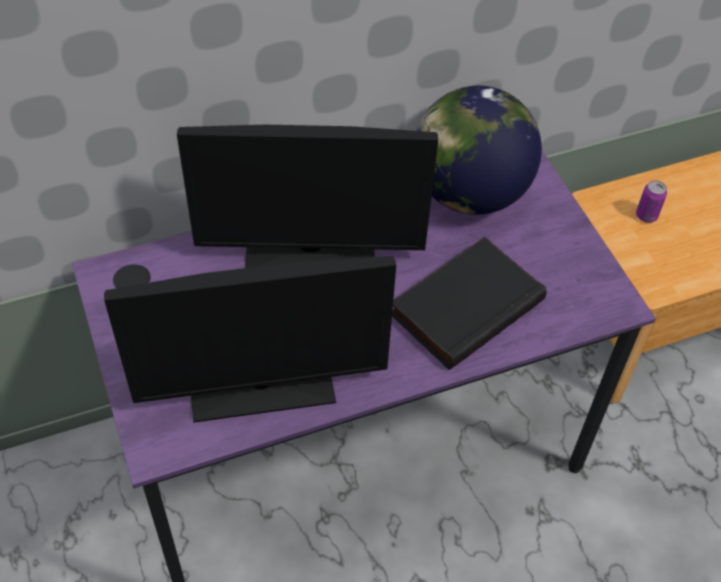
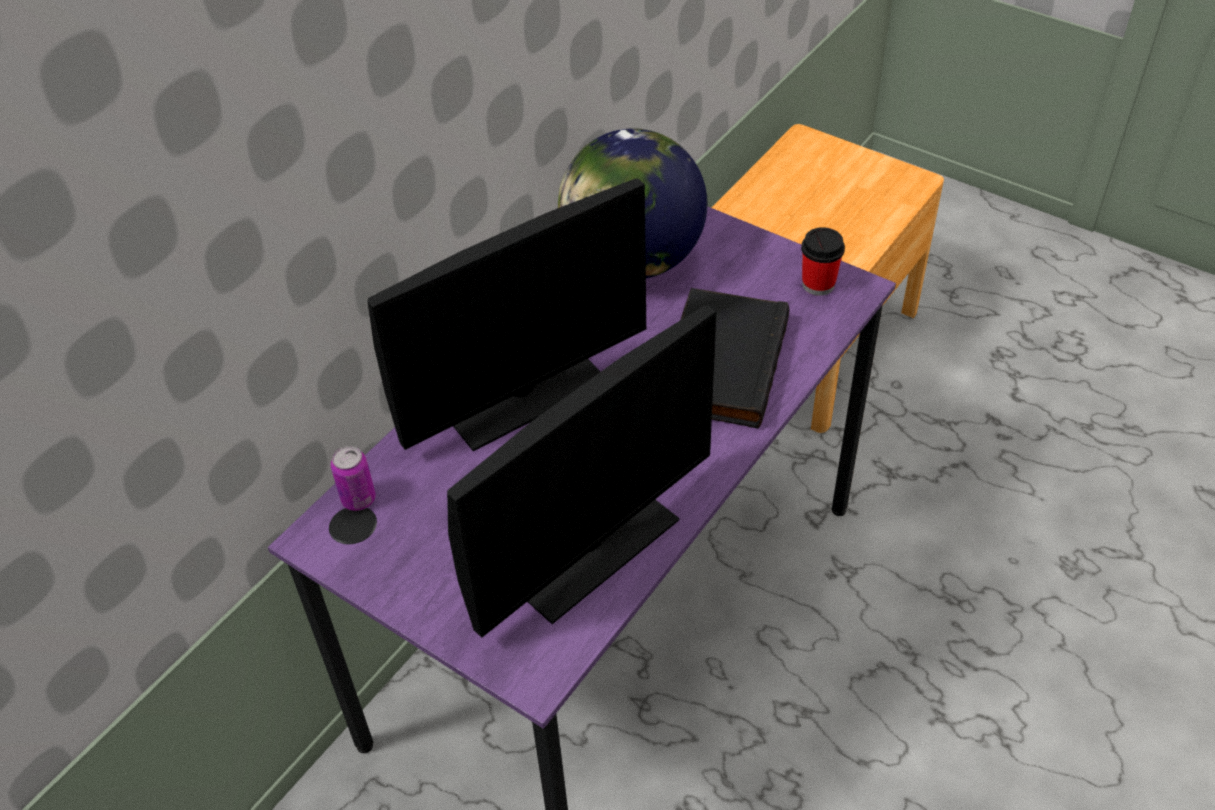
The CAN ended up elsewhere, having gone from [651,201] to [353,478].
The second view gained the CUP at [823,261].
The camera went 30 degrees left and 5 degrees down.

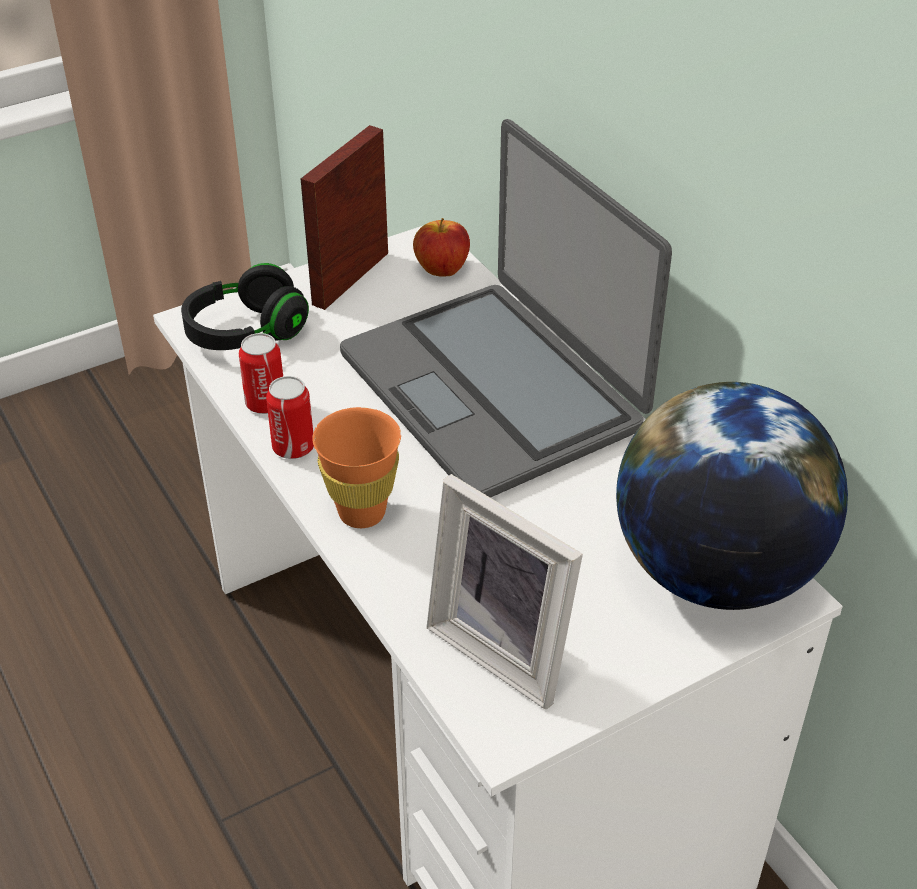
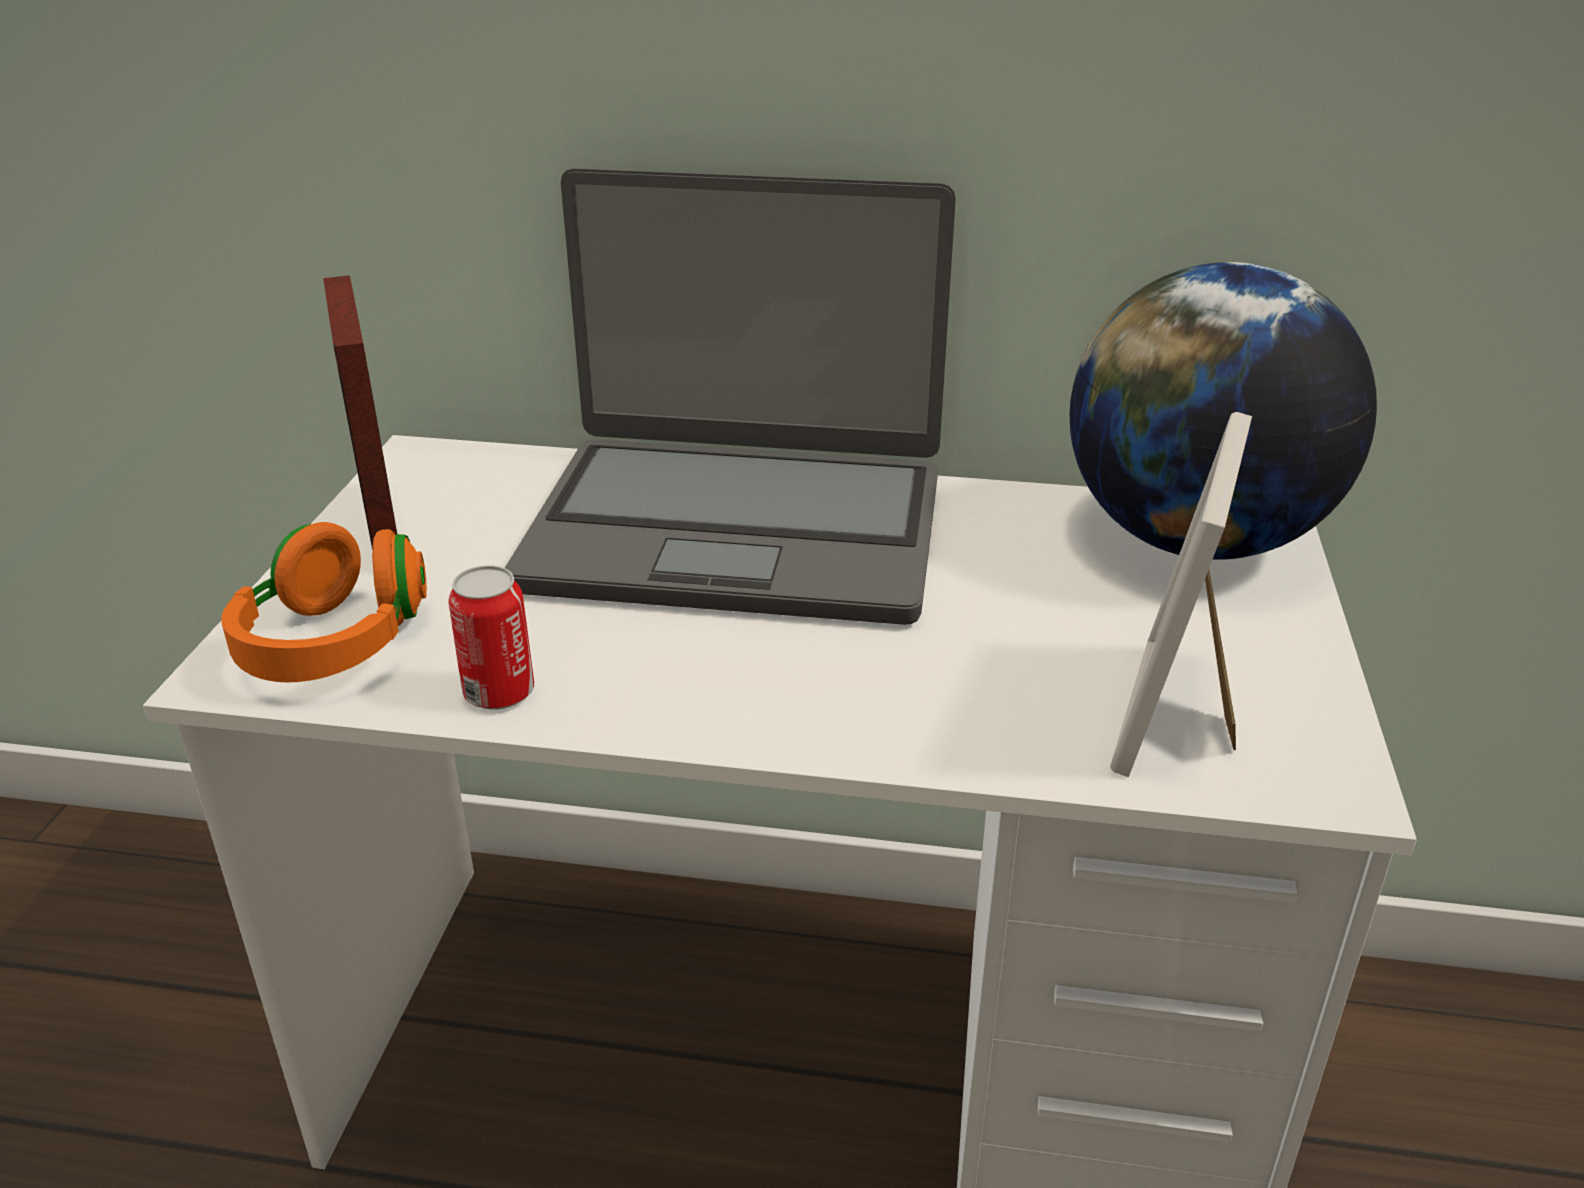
What was the BLACK HEADPHONES at [245,306] turned into the ORANGE HEADPHONES at [324,602].
The second view lost the CAN at [290,417].
The second view lost the ORANGE CUP at [356,467].
The second view lost the APPLE at [441,247].
The PICTURE FRAME at [504,591] ended up facing another way, 120 degrees clockwise from before.
The camera went 50 degrees left and 10 degrees down.

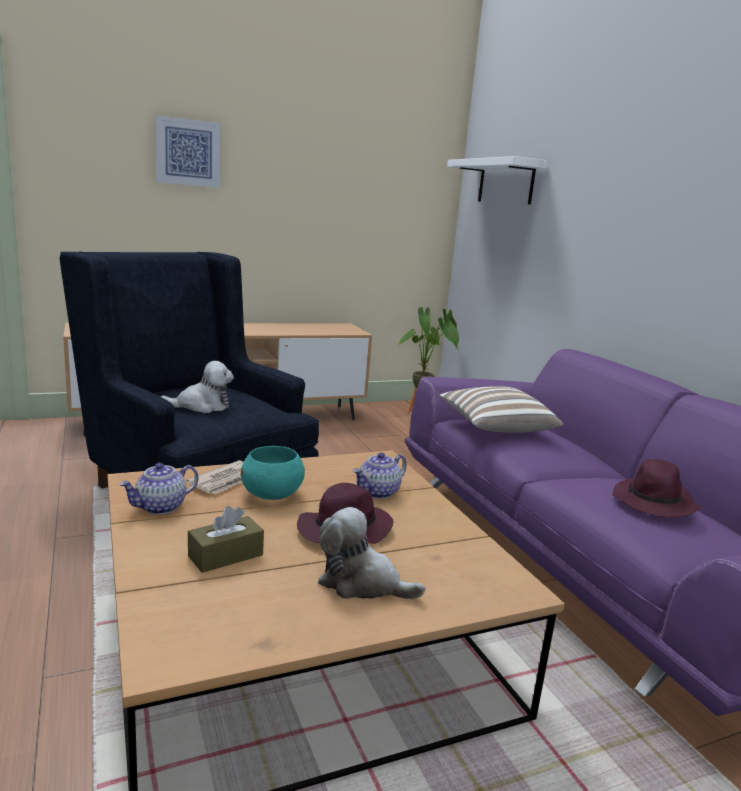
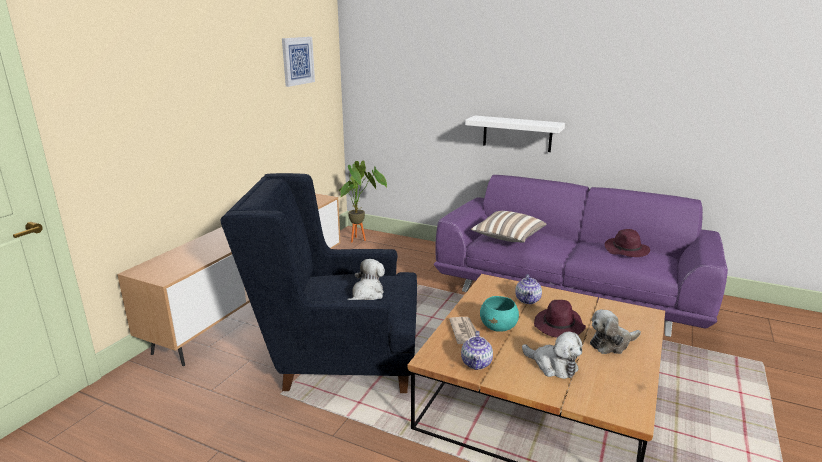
The PICTURE ended up elsewhere, having gone from [188,151] to [298,62].
Where the BROWN TISSUE BOX stood at [226,539], the PLUSH TOY came to stand at [552,355].
The WHITE SHELF ended up elsewhere, having gone from [497,180] to [515,134].
The camera went 40 degrees left and 5 degrees up.

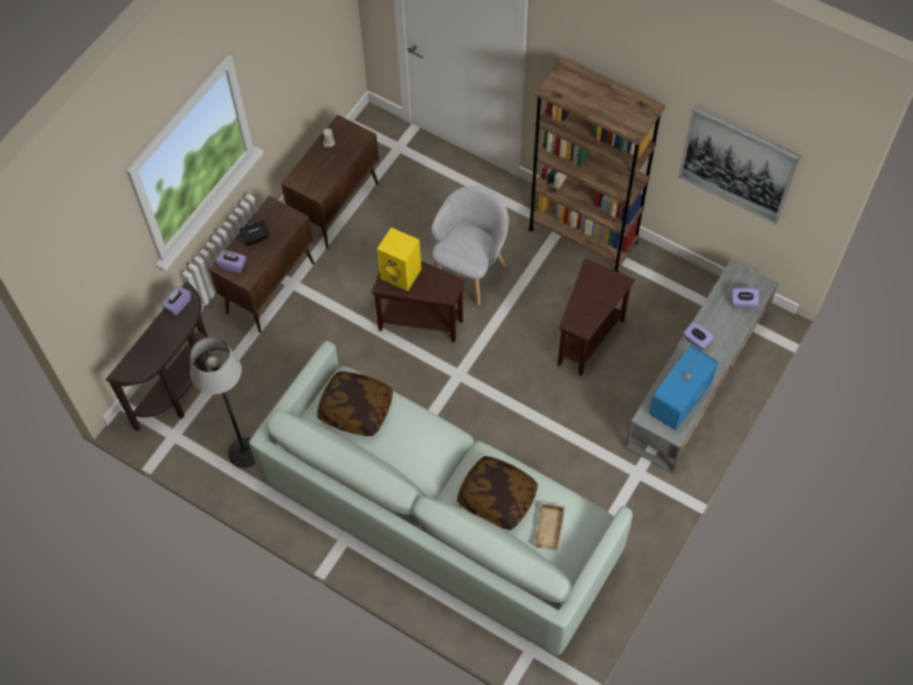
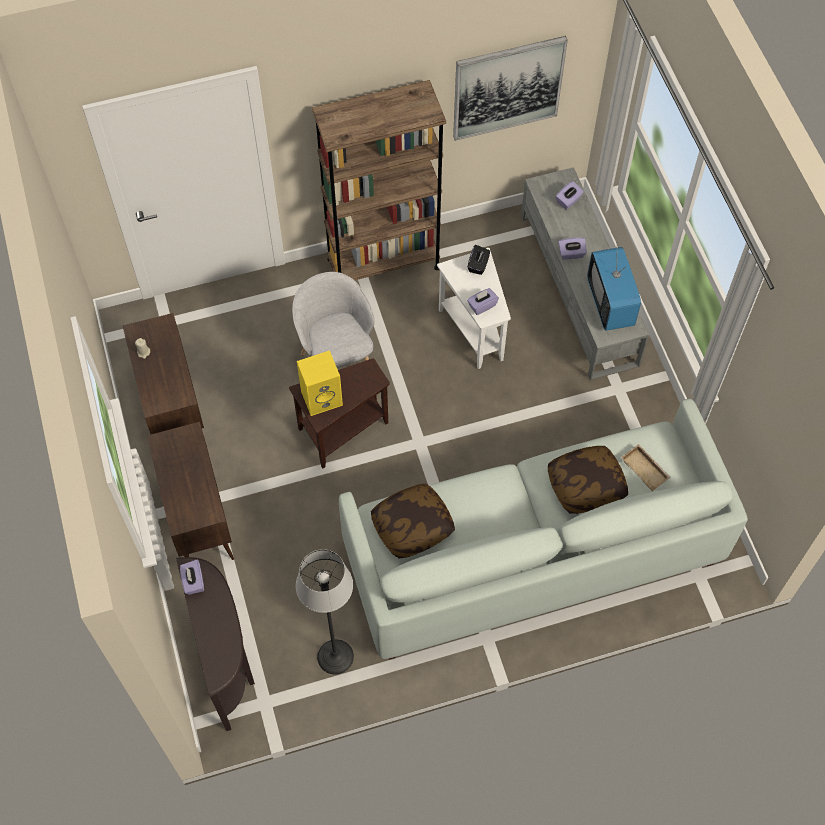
The PURPLE TISSUE BOX ended up elsewhere, having gone from [231,261] to [483,301].
The BLACK TISSUE BOX ended up elsewhere, having gone from [254,233] to [479,260].
What was the BROWN SIDE TABLE at [596,317] turned into the WHITE SIDE TABLE at [474,308].
The camera went 50 degrees left and 0 degrees up.

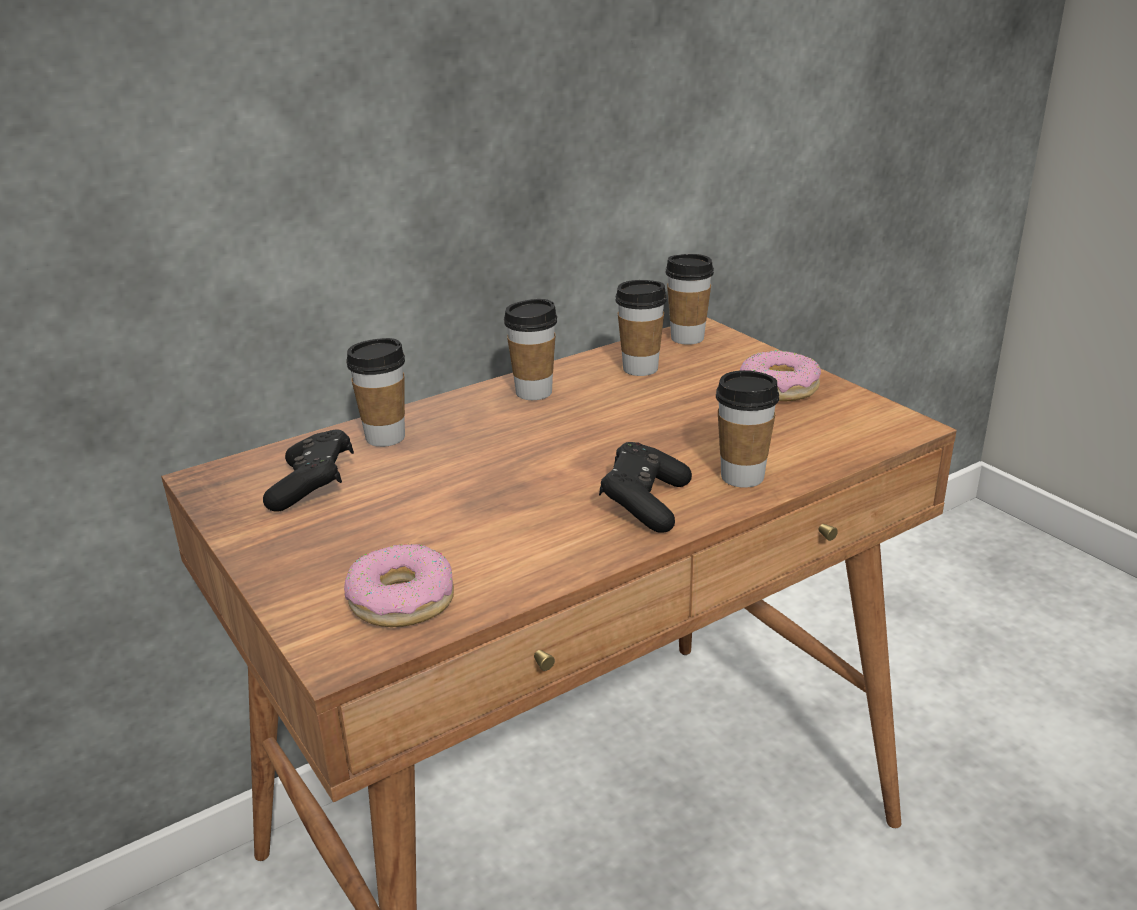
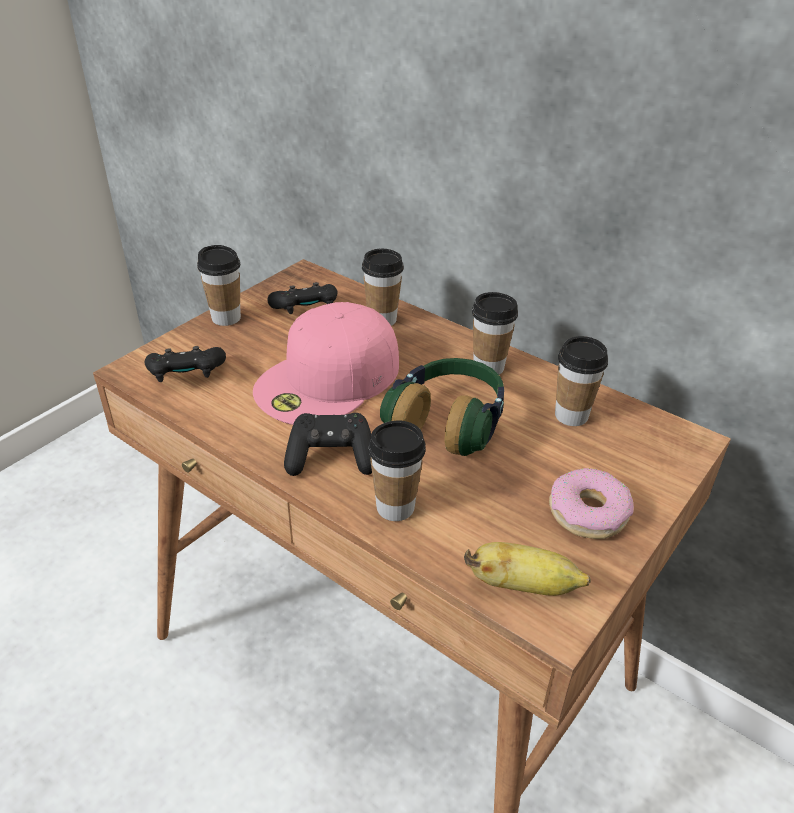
Where the DONUT stood at [399,585], the BLACK GAME CONTROLLER came to stand at [185,364].
The CUP ended up elsewhere, having gone from [689,299] to [219,285].
The second view gained the PINK CAP at [326,363].
The second view gained the HEADPHONES at [442,407].
The second view gained the BANANA at [527,569].
The camera went 70 degrees right and 10 degrees up.

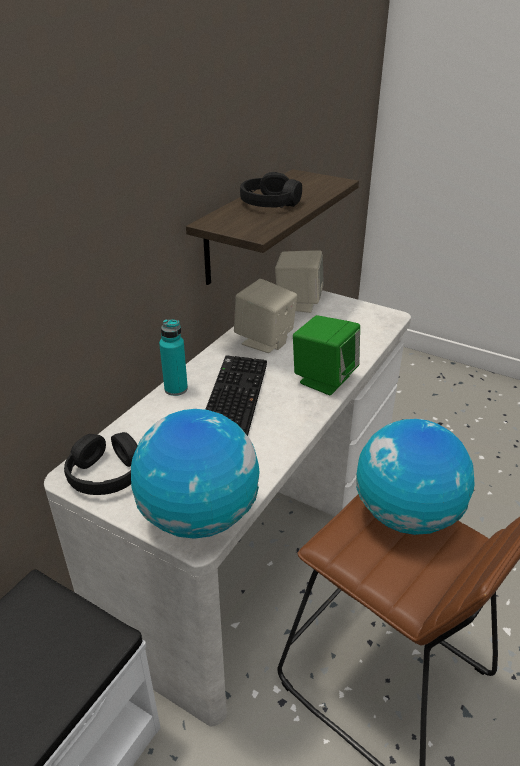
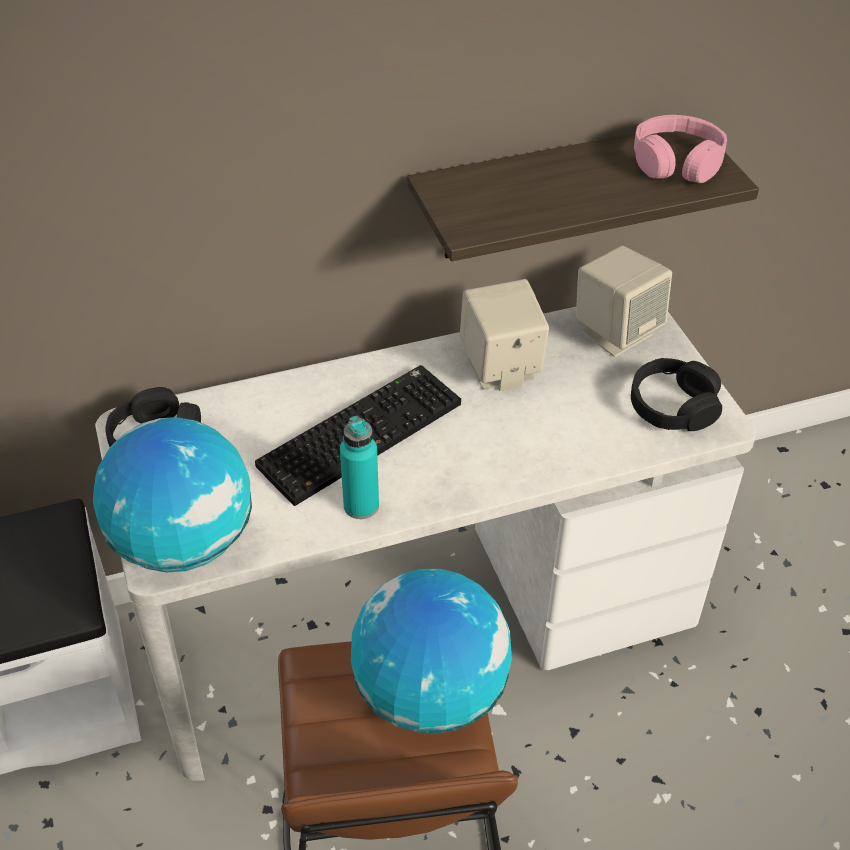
The TURQUOISE BOTTLE ended up elsewhere, having gone from [173,357] to [359,467].
The BLACK HEADPHONES ended up elsewhere, having gone from [271,190] to [676,394].
The second view lost the GREEN SPEAKER at [326,355].
The second view gained the PINK HEADPHONES at [680,149].
The camera went 40 degrees right and 10 degrees up.

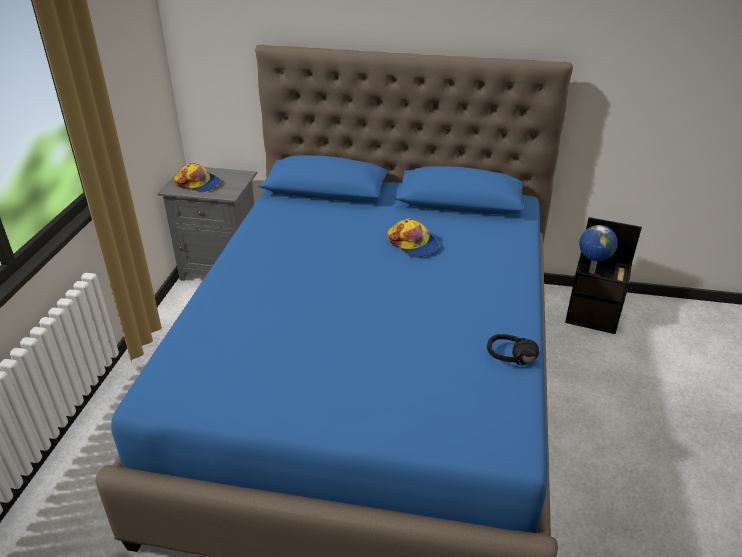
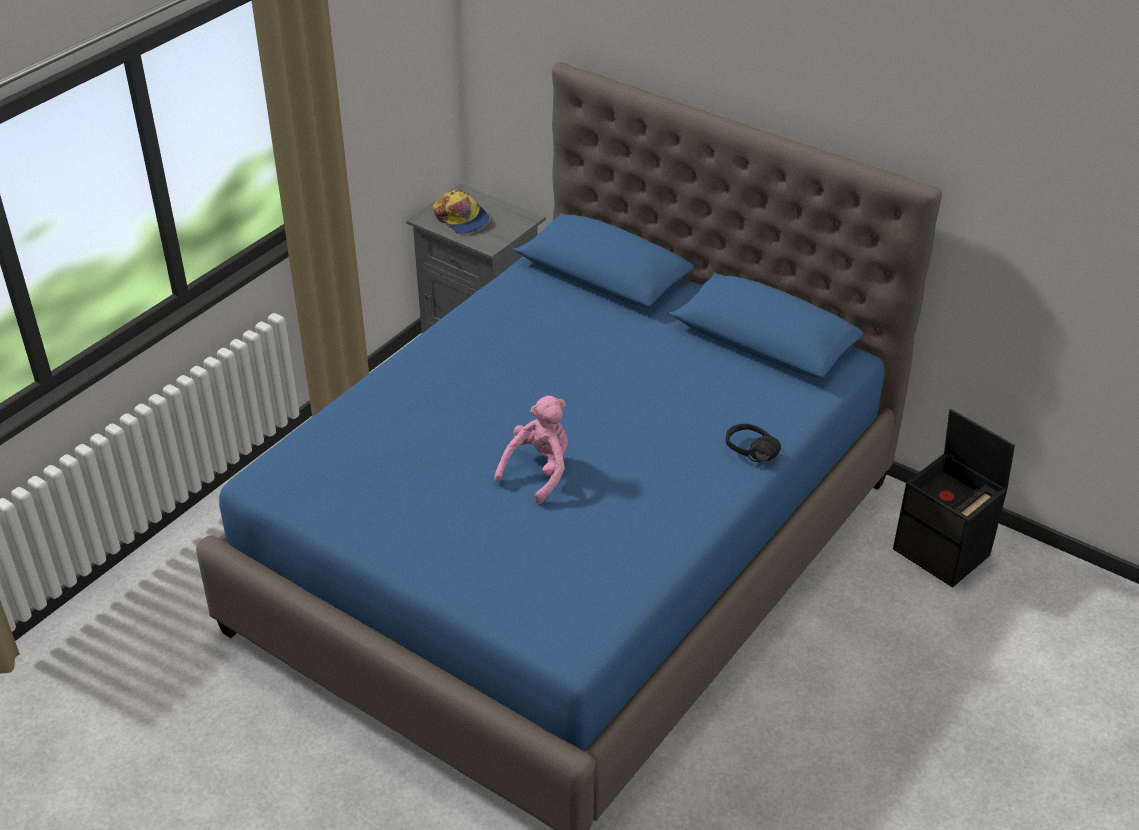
The second view lost the CAP at [413,238].
The BLACK HEADPHONES ended up elsewhere, having gone from [513,349] to [753,443].
The second view lost the GLOBE at [599,249].
The second view gained the PINK PLUSH TOY at [531,450].
The camera went 25 degrees right and 5 degrees up.

